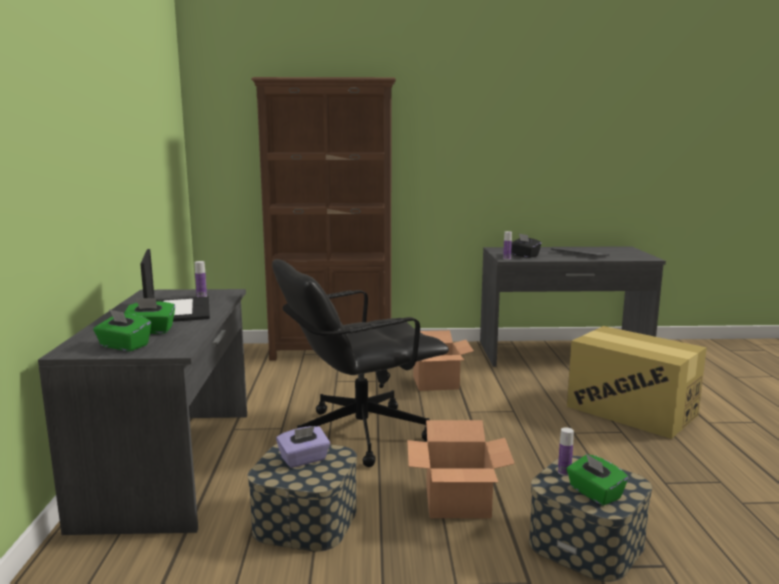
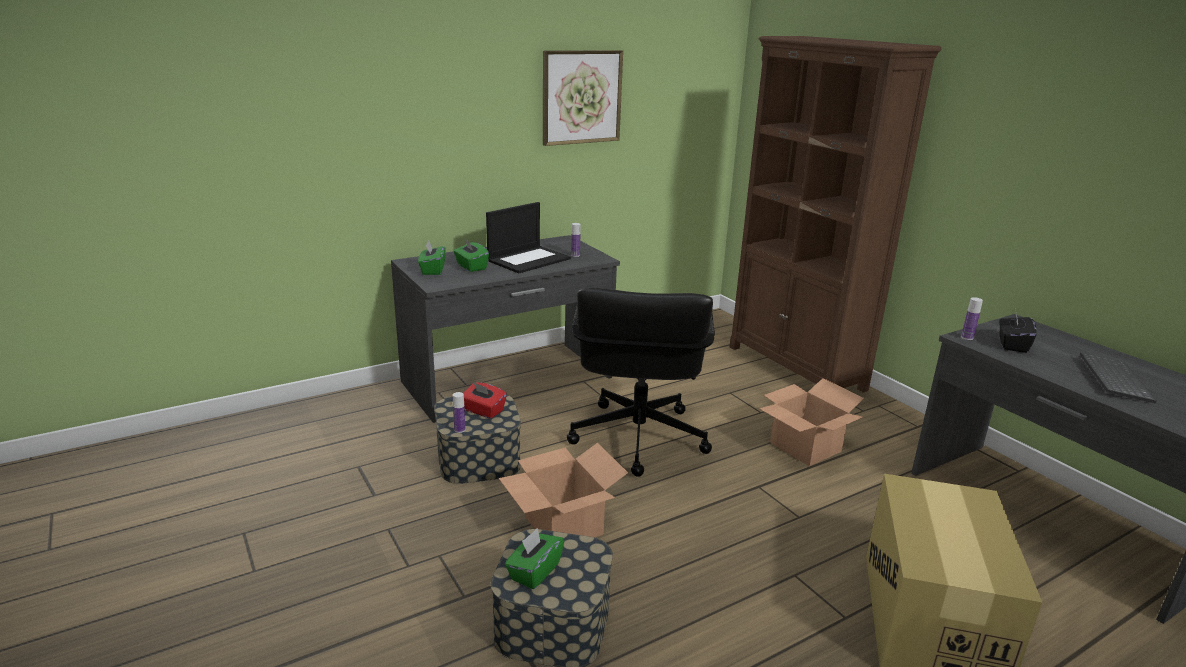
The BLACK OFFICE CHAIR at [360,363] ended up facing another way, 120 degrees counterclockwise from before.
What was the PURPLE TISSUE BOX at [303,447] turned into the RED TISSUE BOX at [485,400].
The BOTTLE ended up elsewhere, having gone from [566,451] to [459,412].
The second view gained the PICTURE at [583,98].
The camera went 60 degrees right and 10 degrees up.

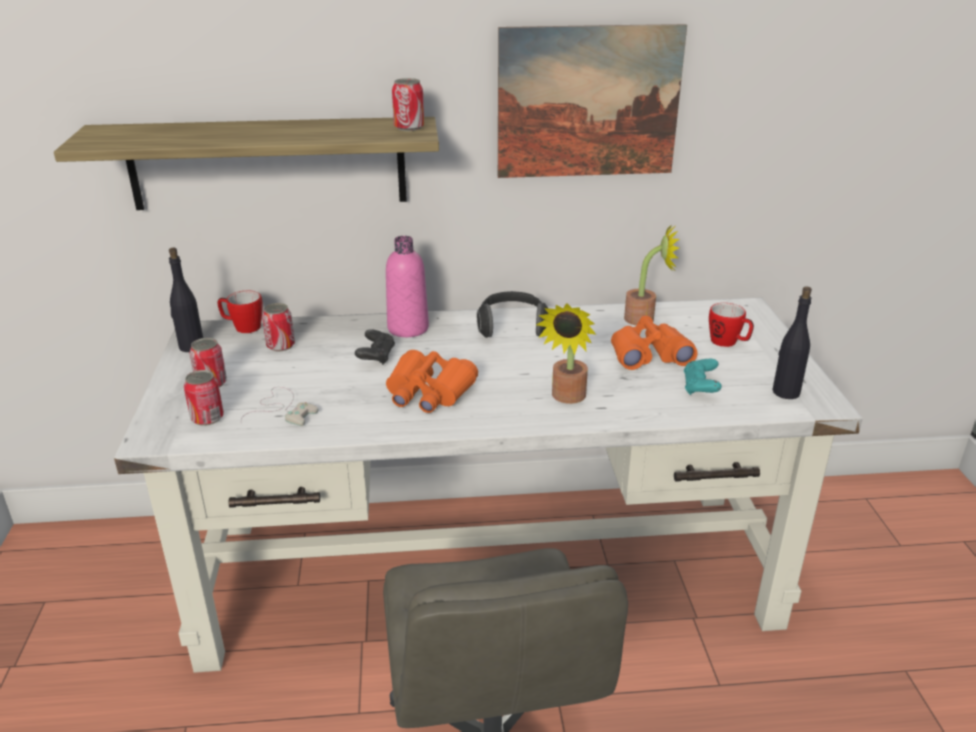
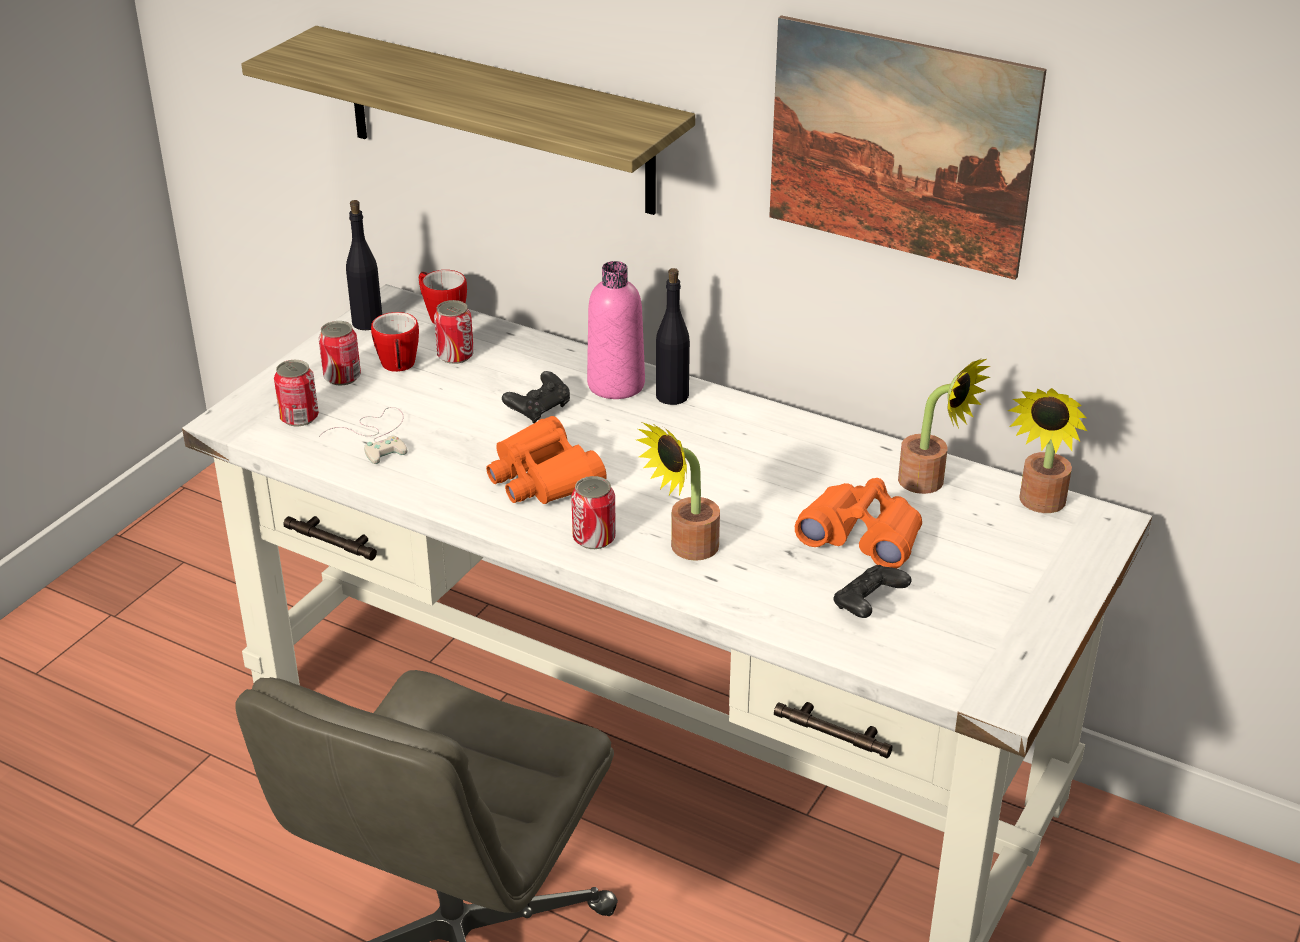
The CAN ended up elsewhere, having gone from [408,104] to [593,512].
The second view lost the HEADPHONES at [512,314].
What was the TURQUOISE GAME CONTROLLER at [703,377] turned into the BLACK GAME CONTROLLER at [872,591].
The MUG ended up elsewhere, having gone from [731,325] to [395,342].
The BLACK BOTTLE ended up elsewhere, having gone from [792,342] to [673,336].
The second view gained the POTTED PLANT at [1048,450].
The camera went 35 degrees right and 5 degrees up.

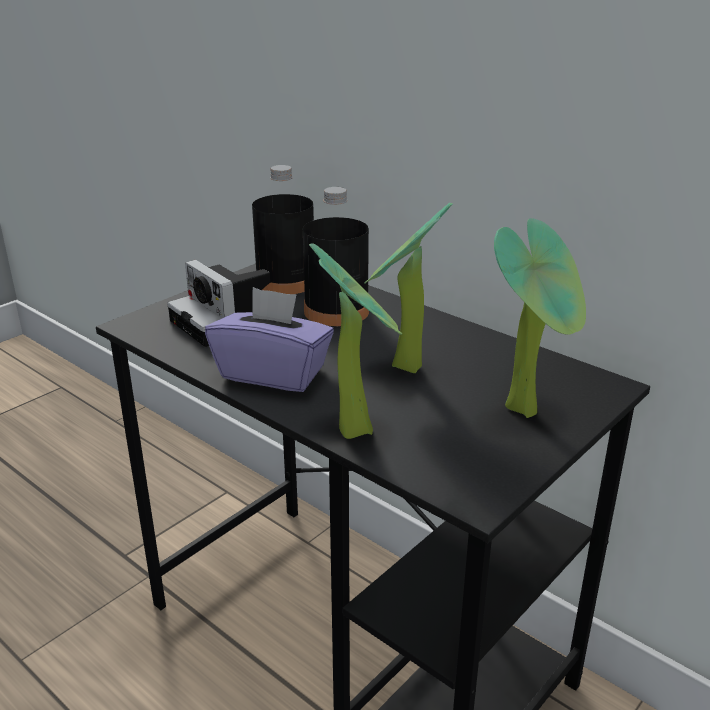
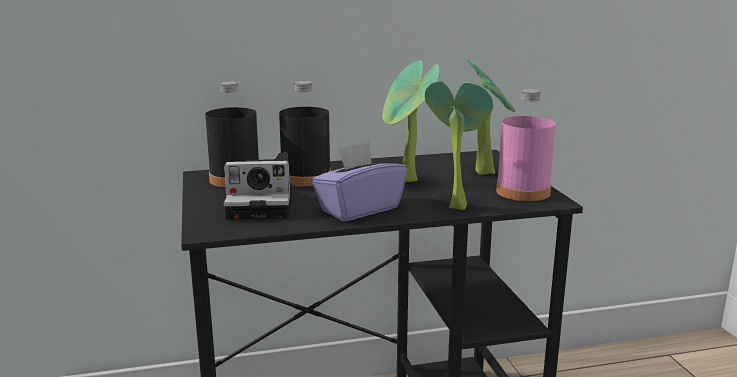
The second view gained the PINK BOTTLE at [526,145].
The camera went 55 degrees left and 10 degrees down.

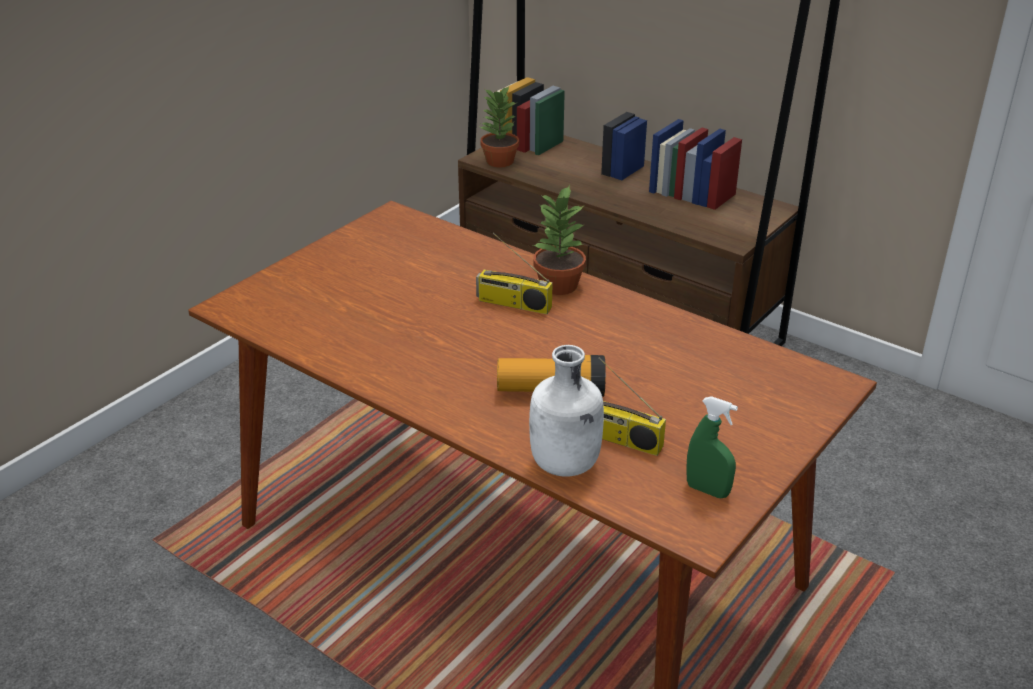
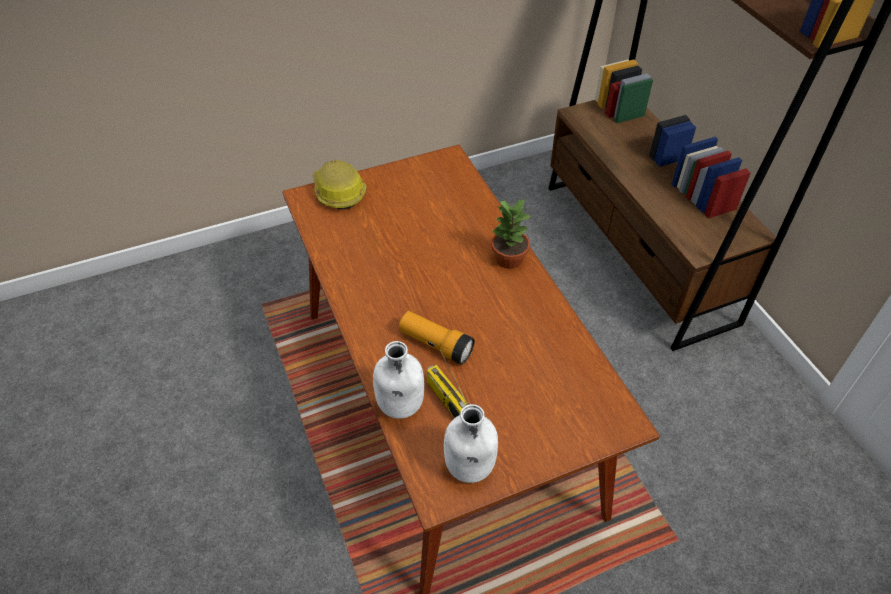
The second view lost the RADIO at [514,273].
The second view lost the POTTED PLANT at [499,126].
Where the GREEN SPRAY BOTTLE stood at [712,447], the WHITE BOTTLE came to stand at [471,443].
The second view gained the HARD HAT at [340,184].
The camera went 30 degrees right and 15 degrees up.

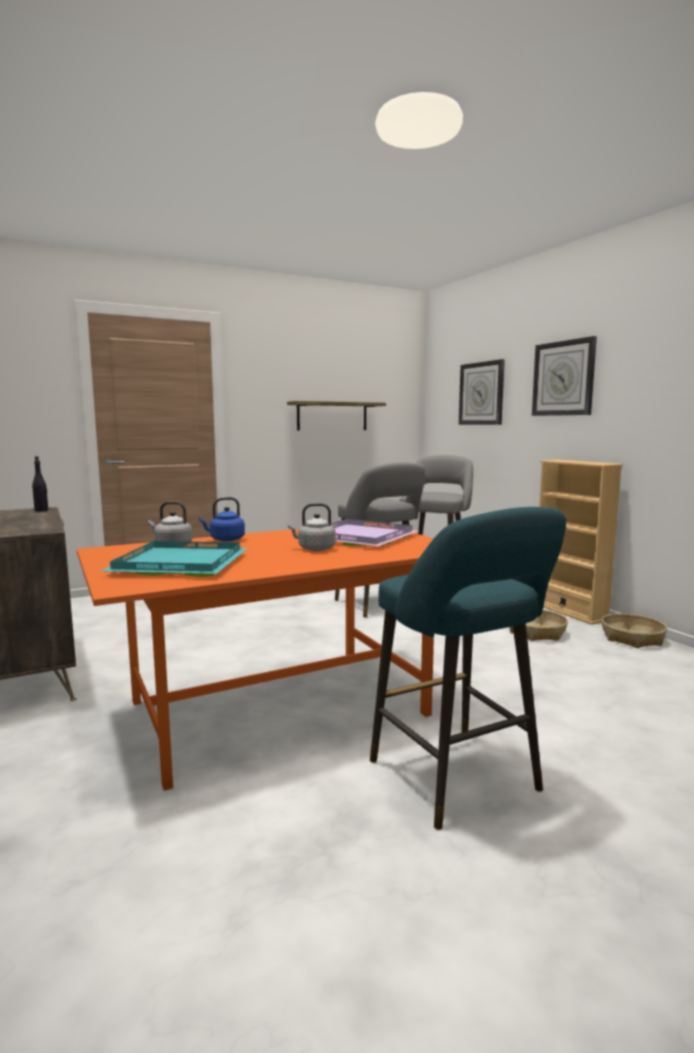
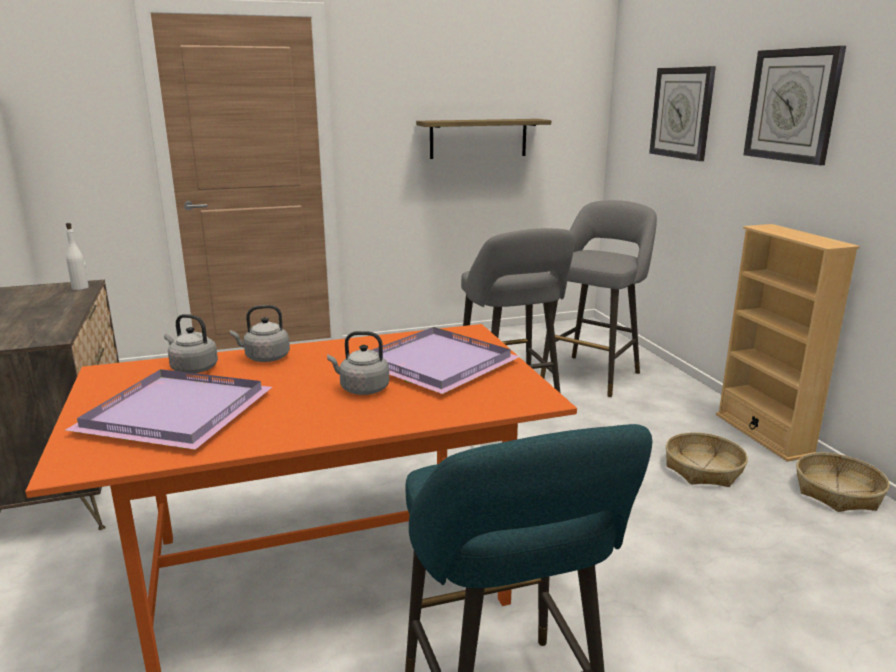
What was the BLACK BOTTLE at [40,483] turned into the WHITE BOTTLE at [77,256].
What was the TURQUOISE TRAY at [174,559] turned into the PURPLE TRAY at [168,409].
What was the BLUE KETTLE at [222,519] turned into the GREY KETTLE at [260,333].
The camera went 10 degrees right and 10 degrees up.

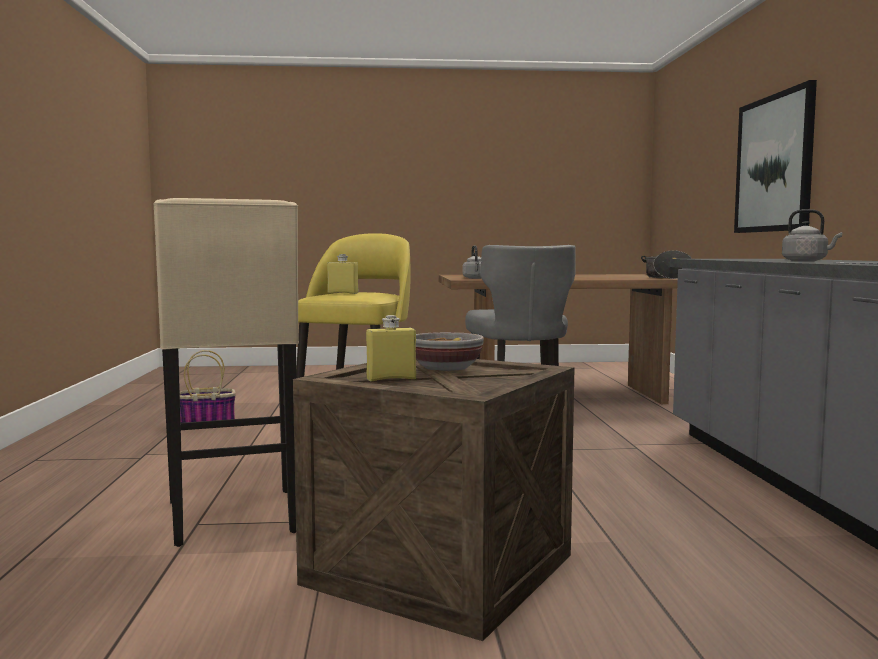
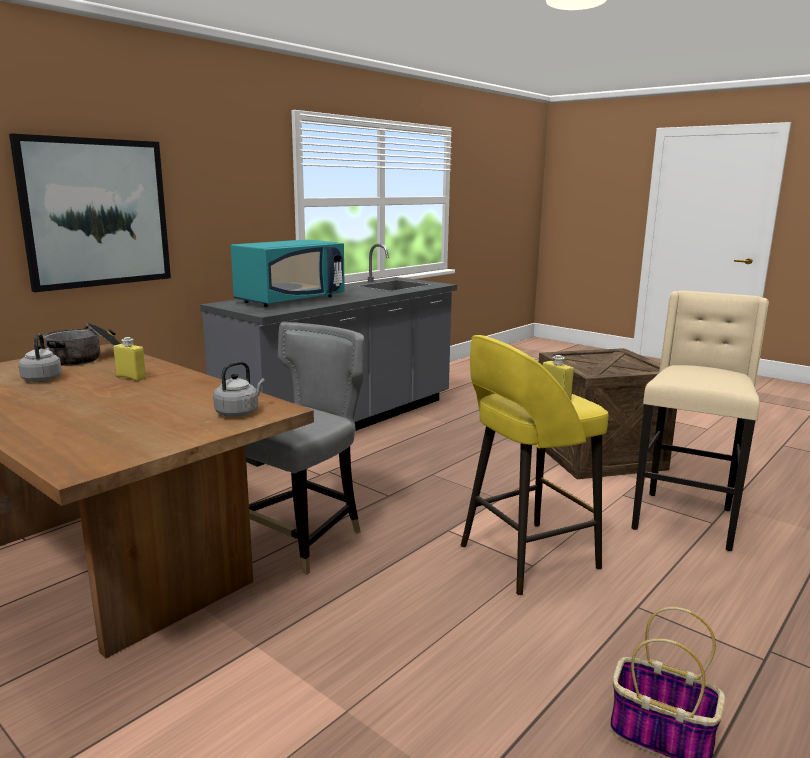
The YELLOW BOTTLE ended up elsewhere, having gone from [391,348] to [129,359].
The second view lost the BOWL at [450,351].
The GREY KETTLE ended up elsewhere, having gone from [812,235] to [40,358].
The second view gained the TURQUOISE MICROWAVE at [288,273].
The camera went 135 degrees left and 10 degrees up.

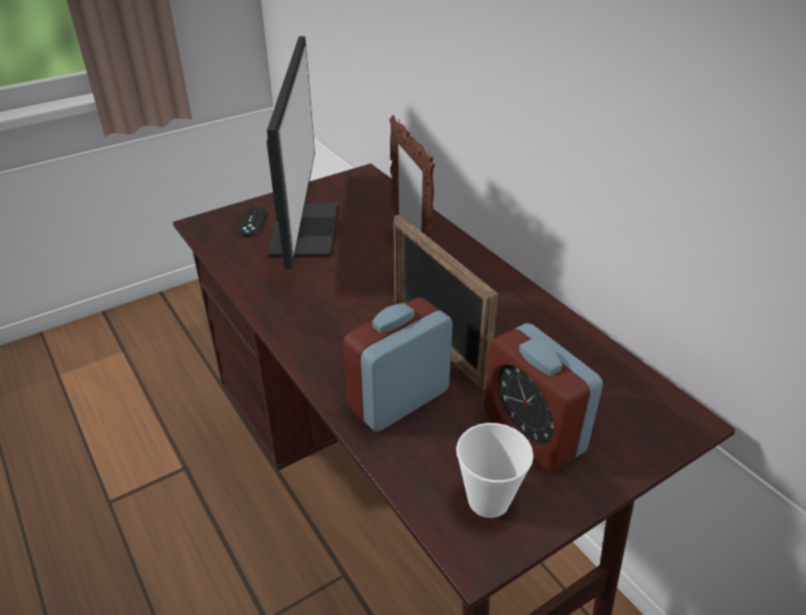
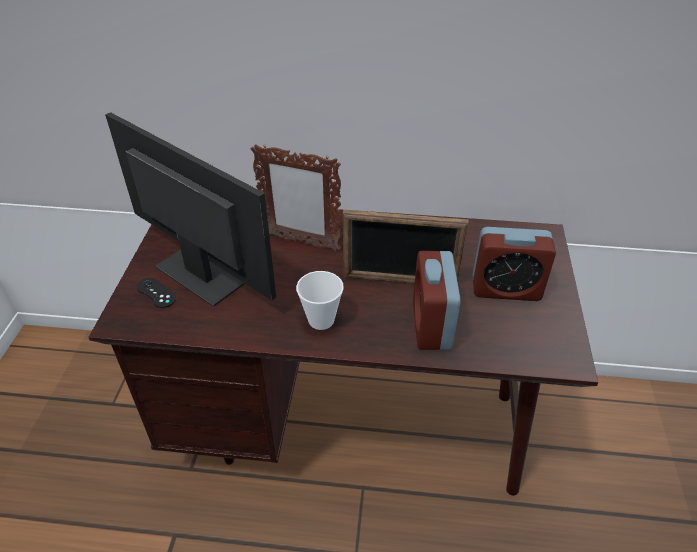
The CUP ended up elsewhere, having gone from [495,470] to [320,300].
The camera went 50 degrees left and 5 degrees up.

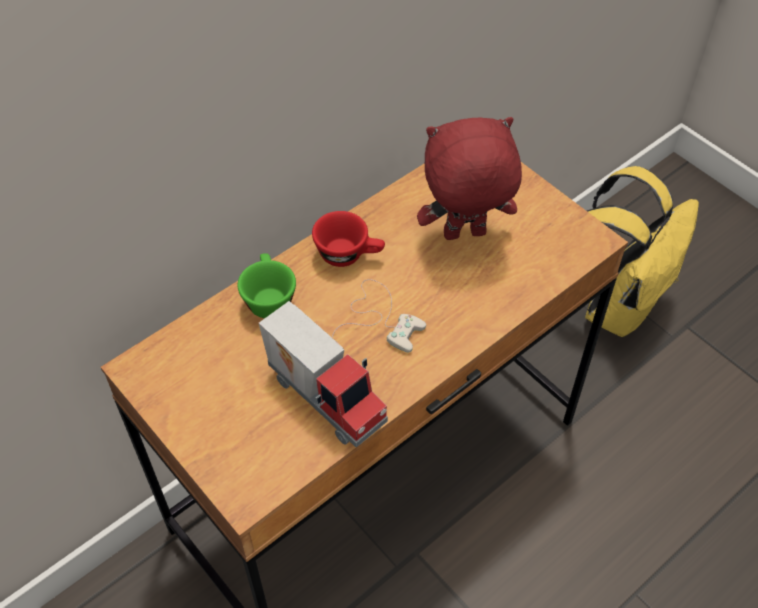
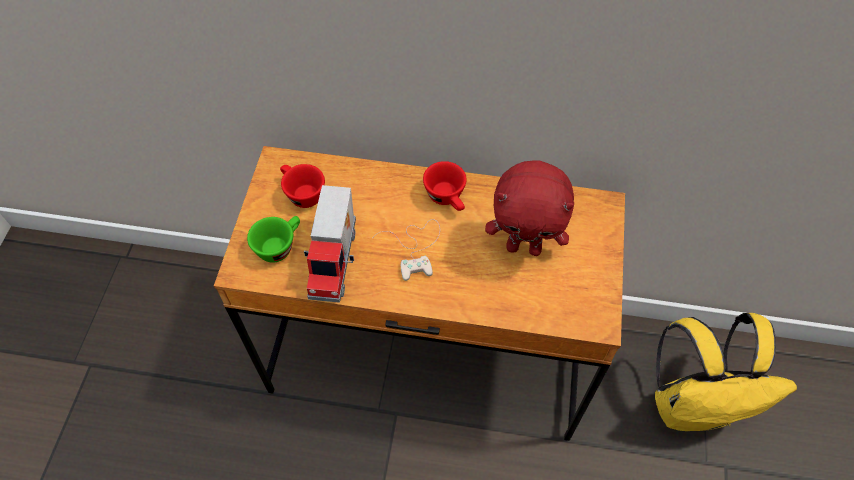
The GREEN CUP ended up elsewhere, having gone from [267,285] to [273,239].
The RED PLUSH TOY at [469,178] ended up facing another way, 150 degrees clockwise from before.
The second view gained the RED CUP at [302,186].
The camera went 50 degrees right and 5 degrees up.

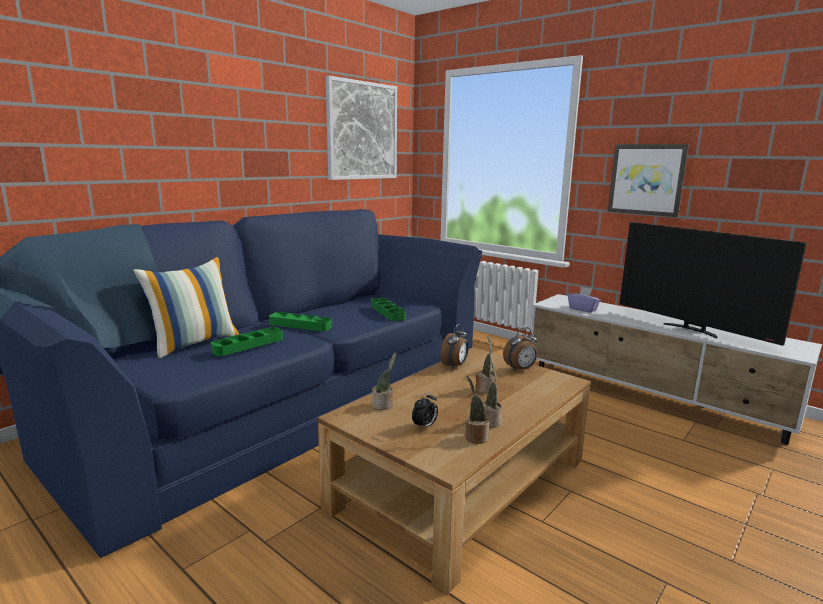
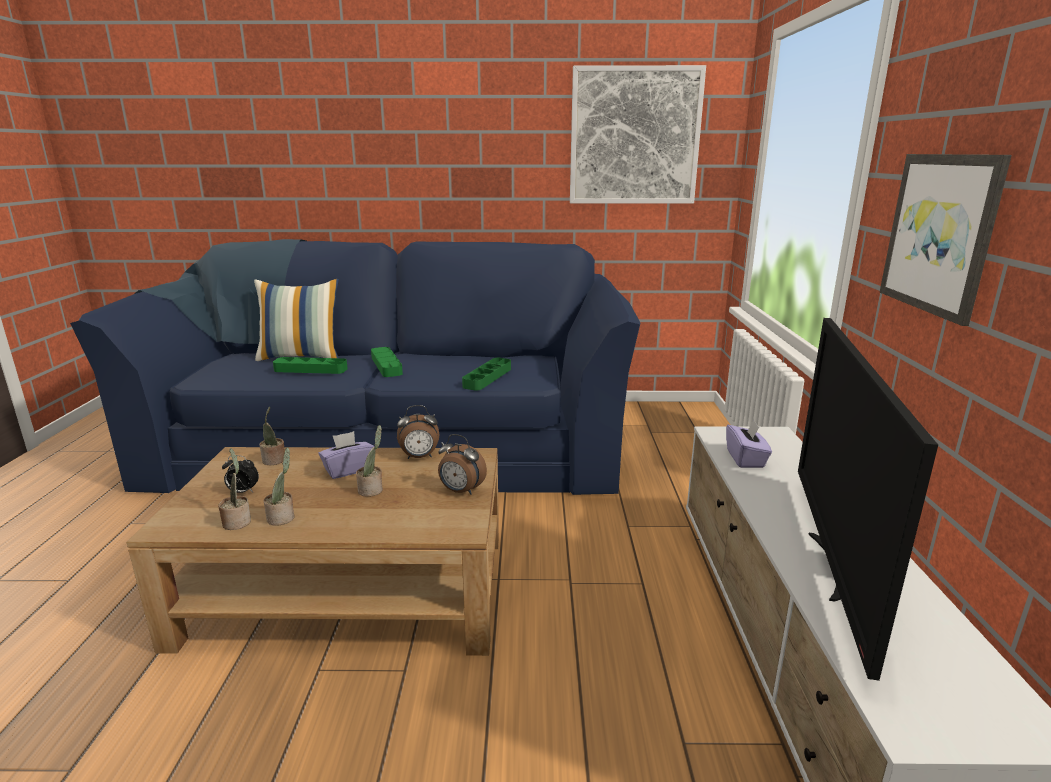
The second view gained the PURPLE TISSUE BOX at [346,455].
The camera went 50 degrees right and 5 degrees up.

